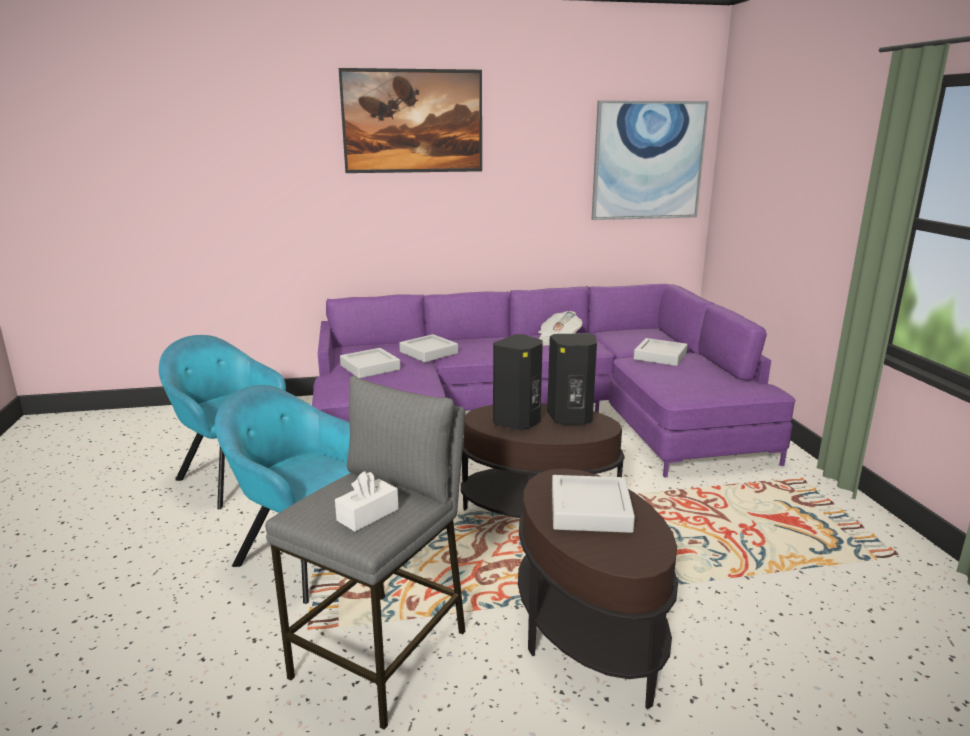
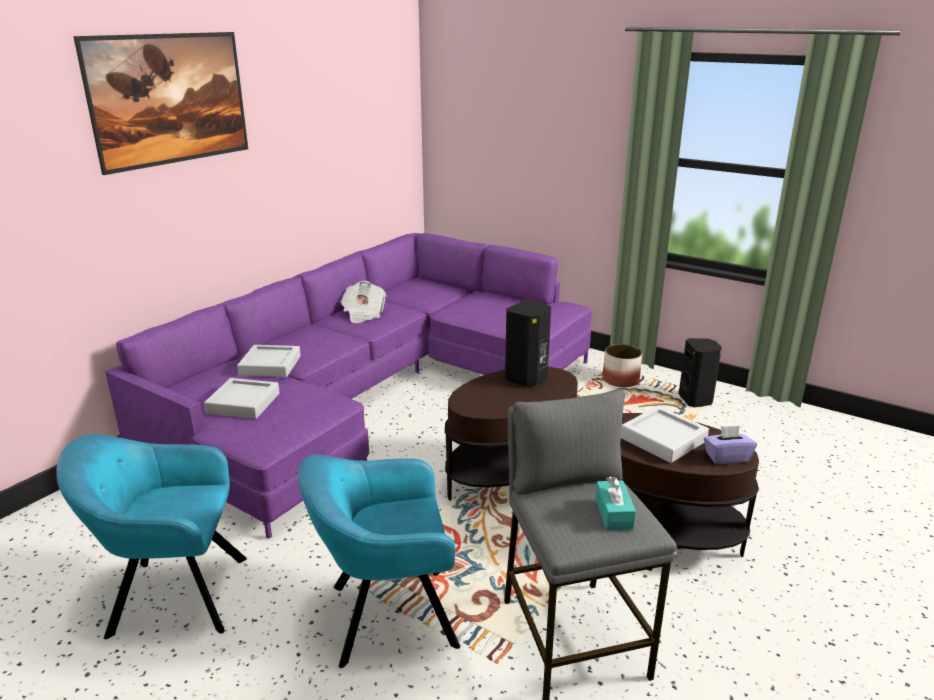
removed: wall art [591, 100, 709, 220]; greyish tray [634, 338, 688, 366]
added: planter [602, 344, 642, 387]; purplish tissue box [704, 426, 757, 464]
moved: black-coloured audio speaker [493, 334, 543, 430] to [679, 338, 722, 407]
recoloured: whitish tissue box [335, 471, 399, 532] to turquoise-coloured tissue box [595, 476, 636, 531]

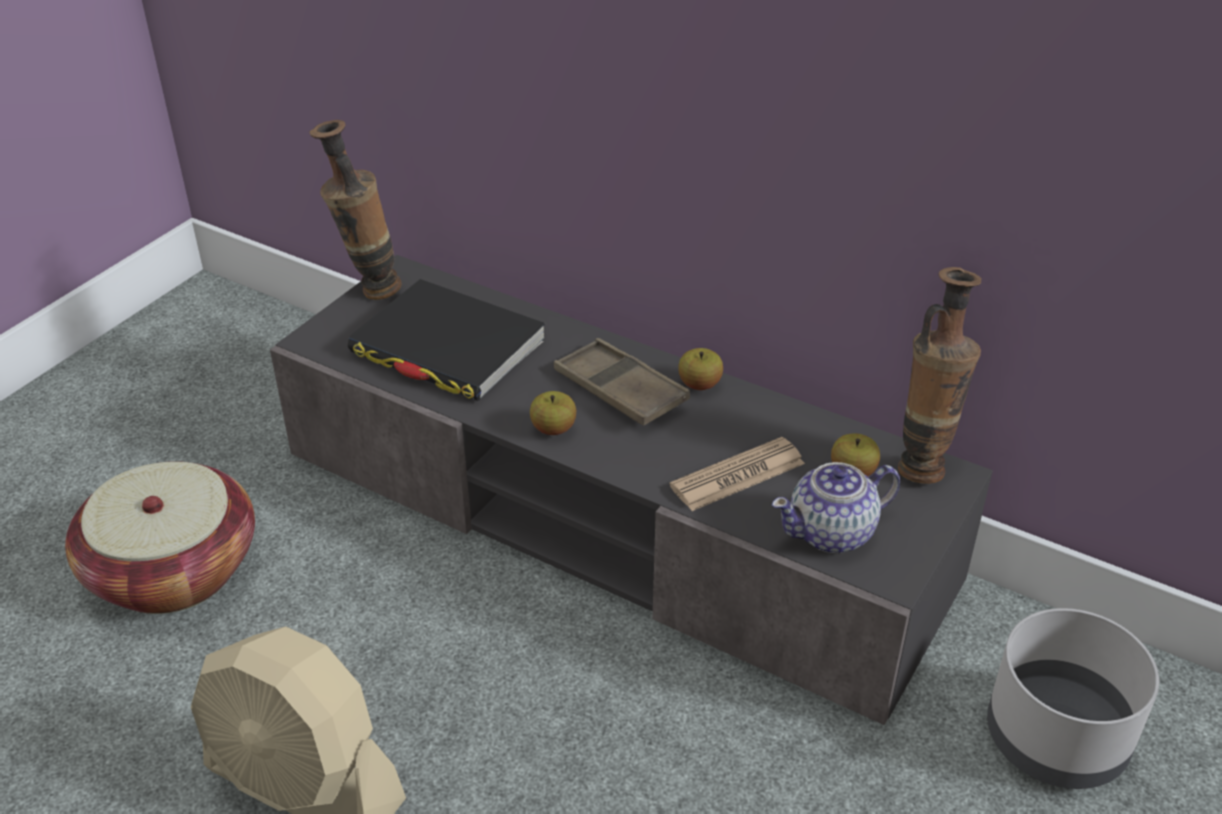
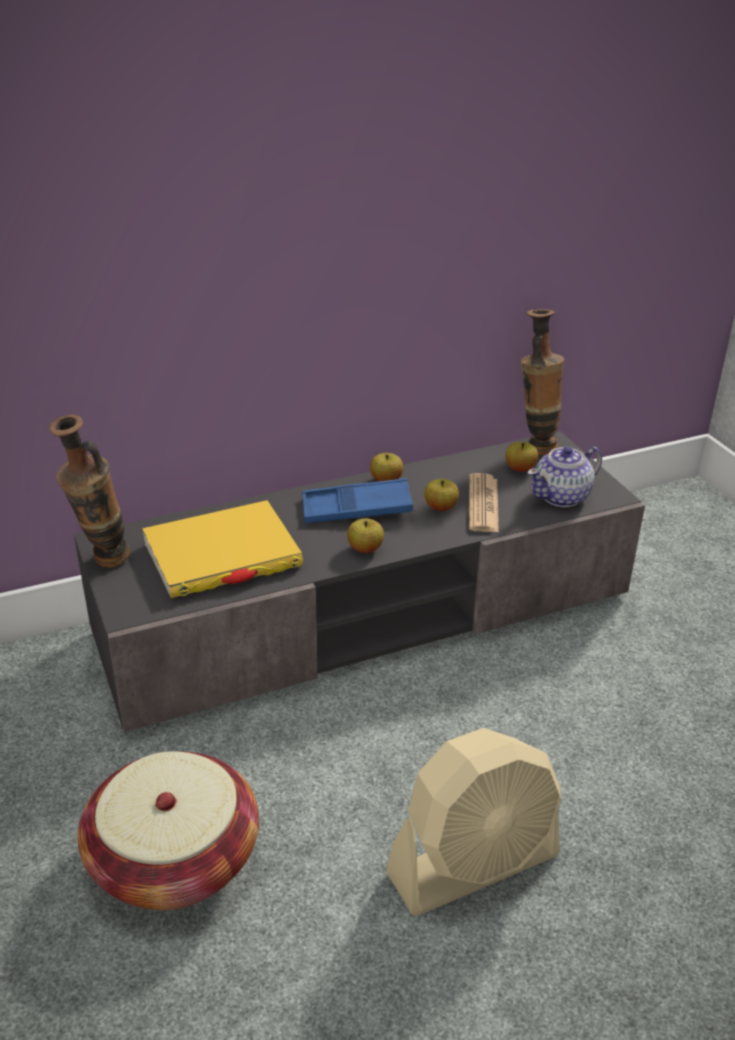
removed: greyish planter [987, 608, 1159, 789]
added: apple [425, 479, 459, 511]
recoloured: black-coloured volume [348, 279, 545, 401] to yellow volume [142, 500, 303, 598]; brown-coloured tray [554, 338, 690, 426] to blue-coloured tray [302, 478, 413, 523]
turned: teapot [772, 462, 900, 553] = [528, 446, 602, 507] 45 degrees clockwise

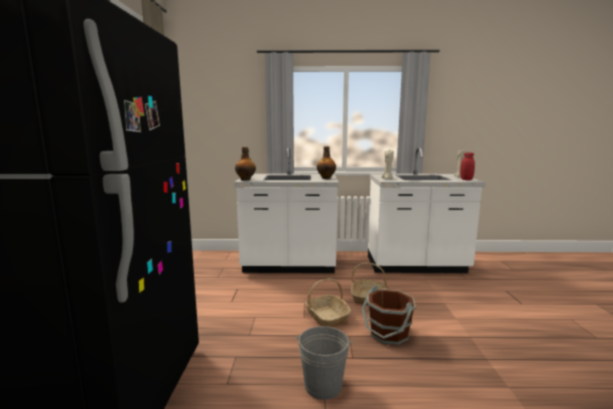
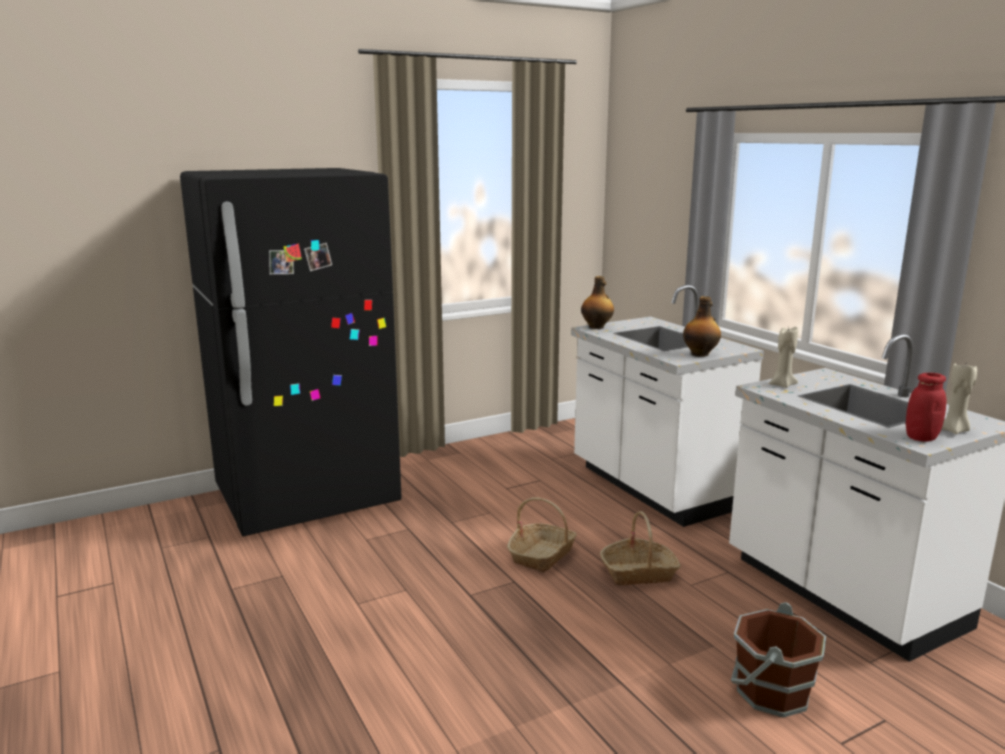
removed: greyish water bucket [295, 326, 353, 400]
moved: brown-coloured water bucket [362, 285, 416, 345] to [730, 602, 826, 718]

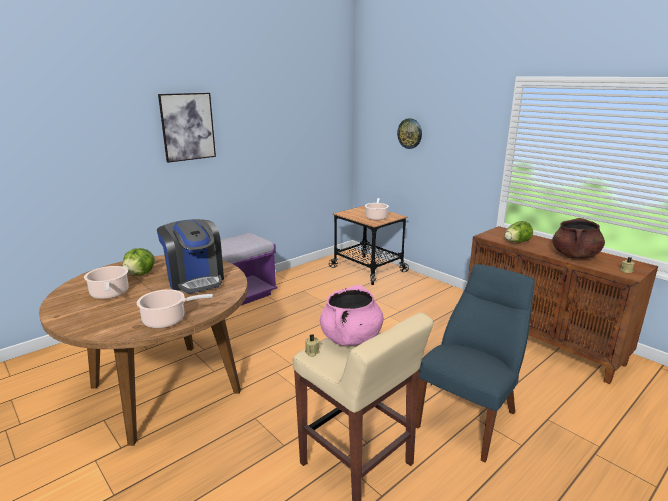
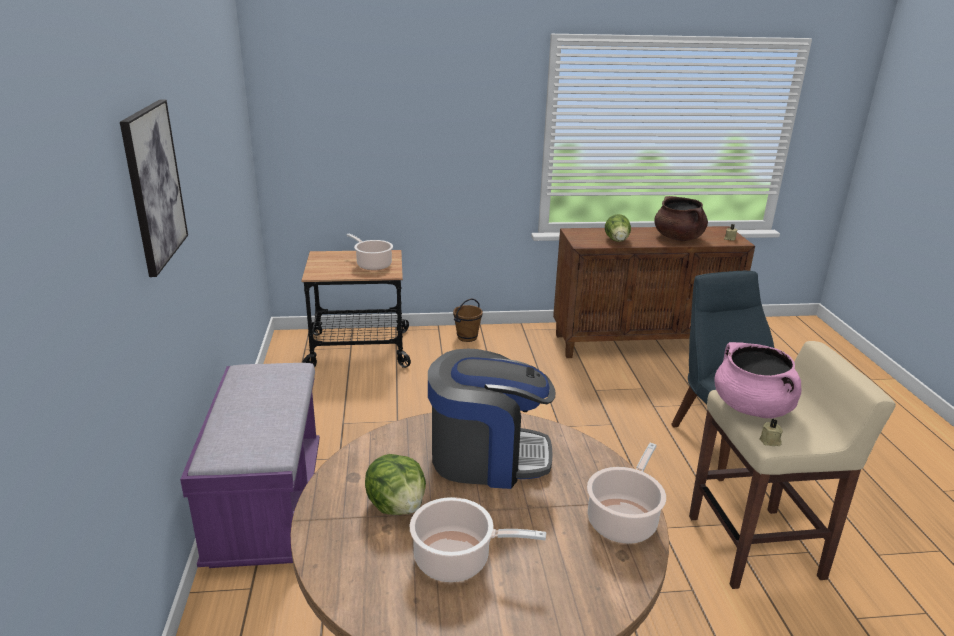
removed: wall clock [397, 118, 422, 149]
added: brown-coloured water bucket [453, 298, 483, 342]

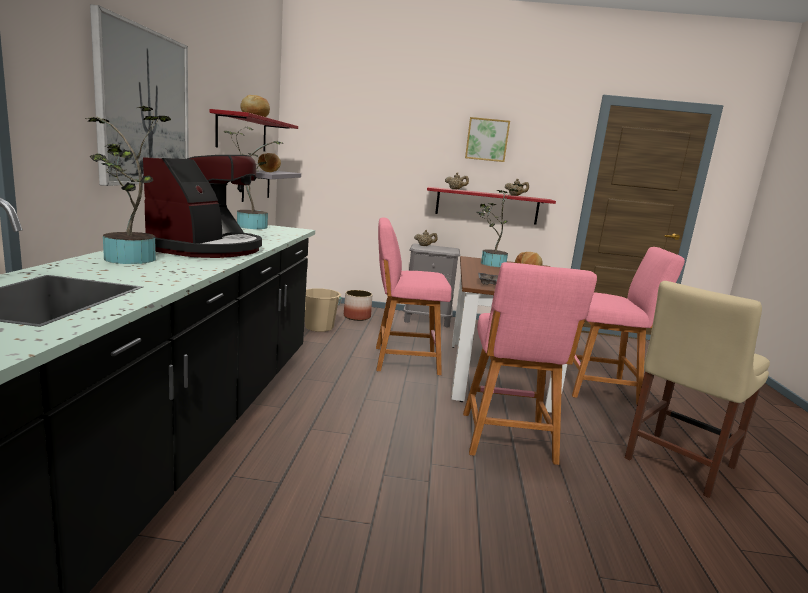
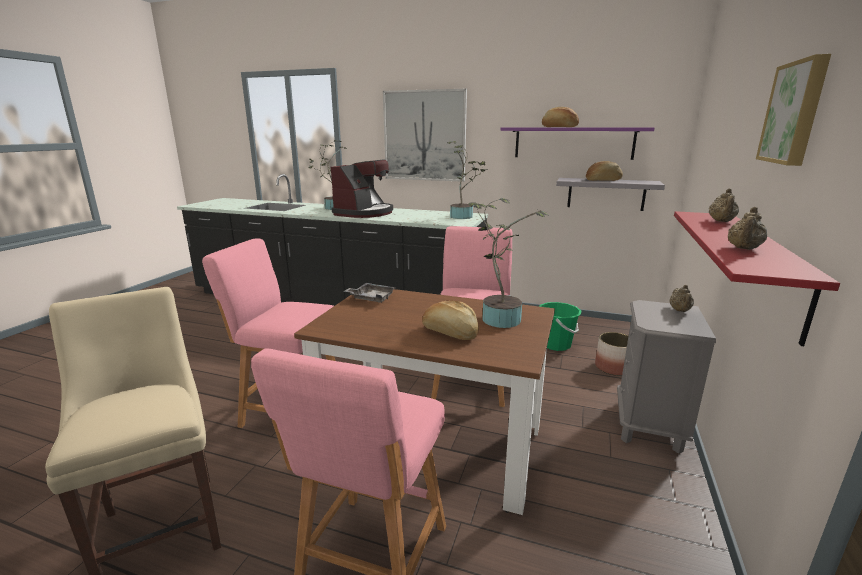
recoloured: red bracket shelf [210, 109, 298, 152] to purplish bracket shelf [500, 127, 654, 160]; beige water bucket [305, 288, 342, 332] to green water bucket [539, 302, 581, 351]
turned: coffee brewer [143, 155, 262, 258] = [331, 159, 393, 218] 90 degrees counterclockwise

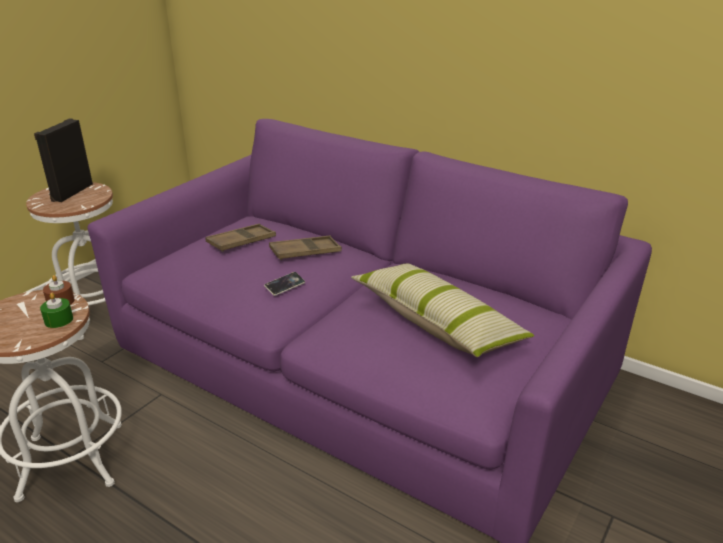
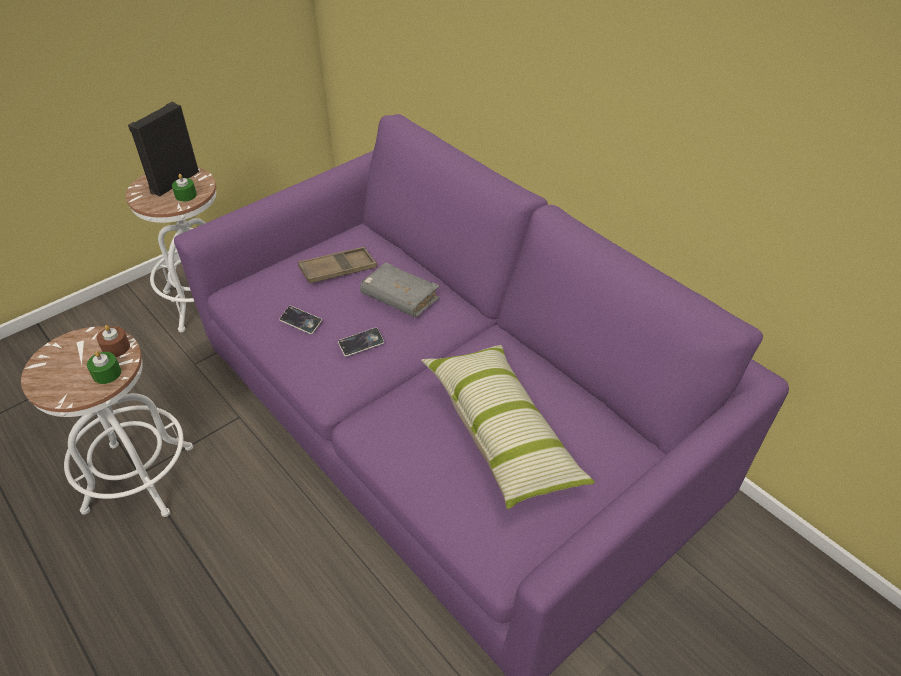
added: green wax light [172, 174, 197, 202]; phone [279, 306, 322, 334]
replaced: brown-coloured tray [269, 236, 342, 260] to greyish volume [360, 263, 440, 317]

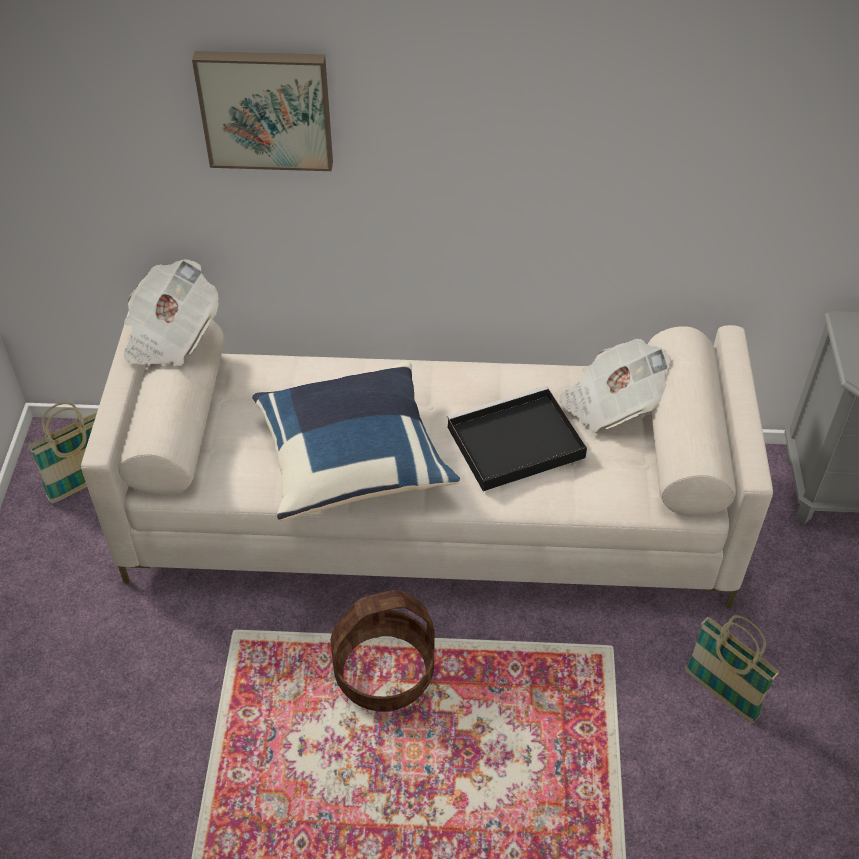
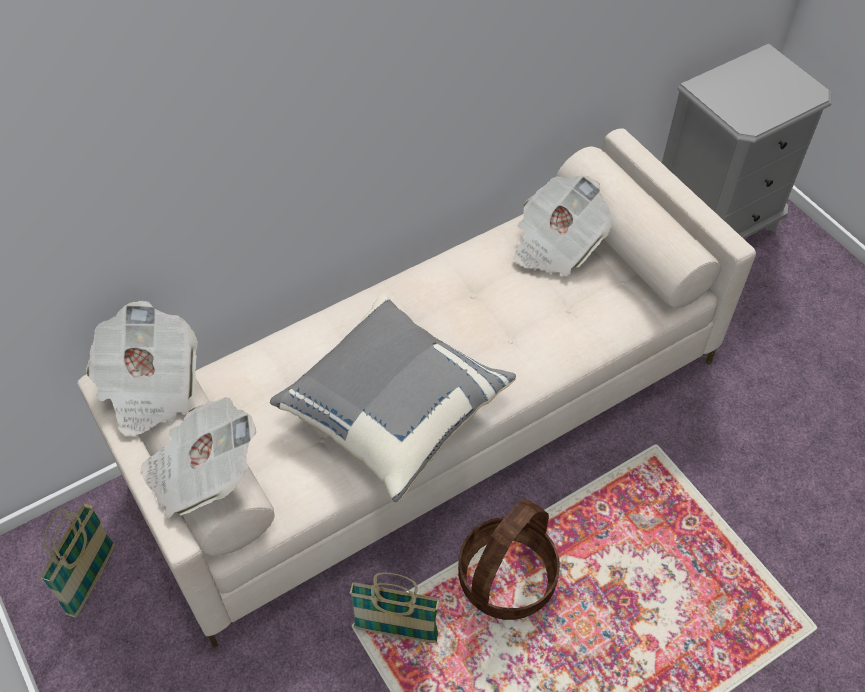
removed: wall art [192, 51, 333, 171]; black-coloured tray [447, 386, 587, 491]
added: newspaper [140, 397, 256, 519]
moved: basket [685, 615, 779, 723] to [350, 572, 440, 643]
recoloured: blue-coloured pillow [252, 361, 460, 521] to greyish pillow [270, 295, 516, 503]

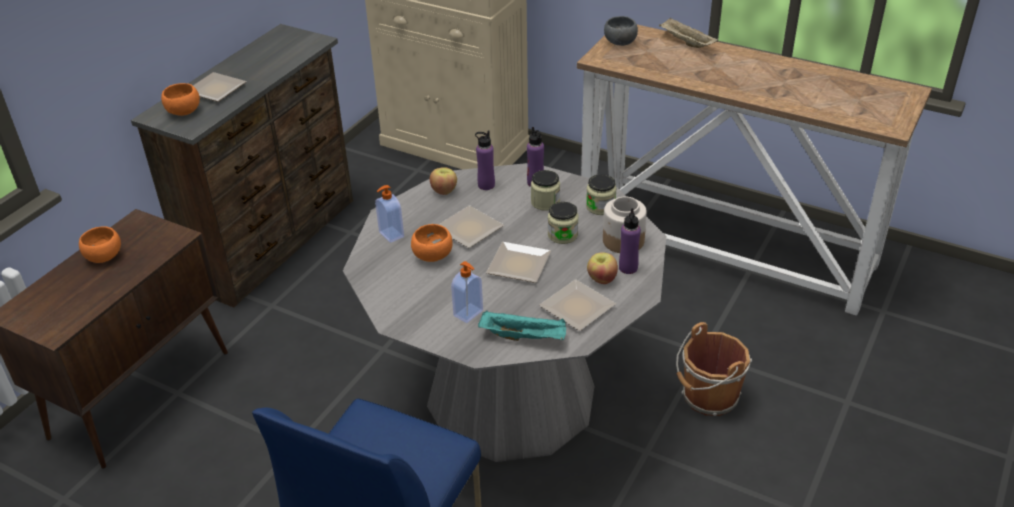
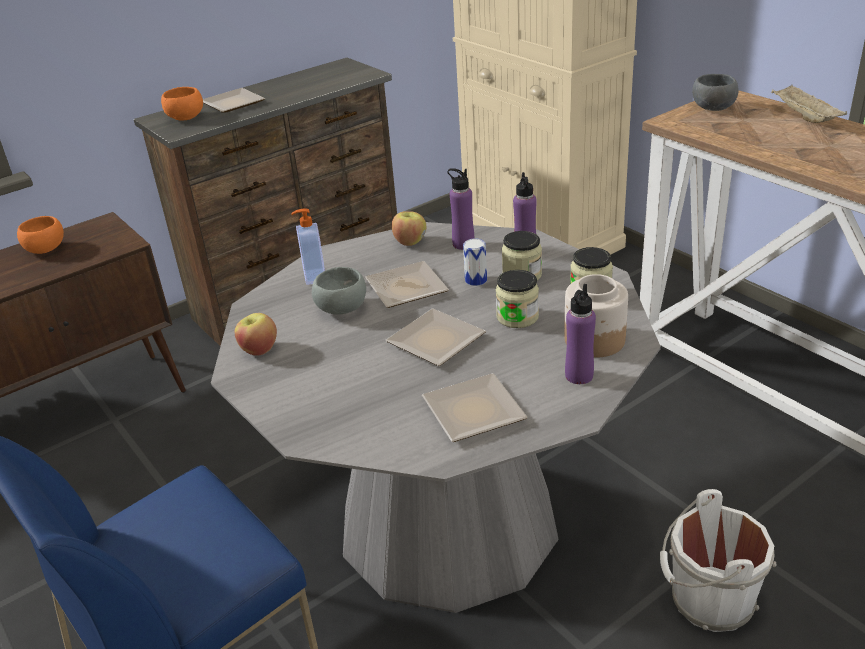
removed: liquid soap bottle [451, 261, 483, 323]; turquoise-coloured tray [478, 311, 566, 341]
added: metal can [463, 238, 487, 286]
moved: apple [587, 252, 618, 284] to [235, 313, 277, 356]
recoloured: orange bowl [411, 224, 453, 262] to greyish bowl [312, 267, 366, 315]; brown-coloured water bucket [676, 322, 752, 416] to whitish water bucket [660, 489, 776, 632]

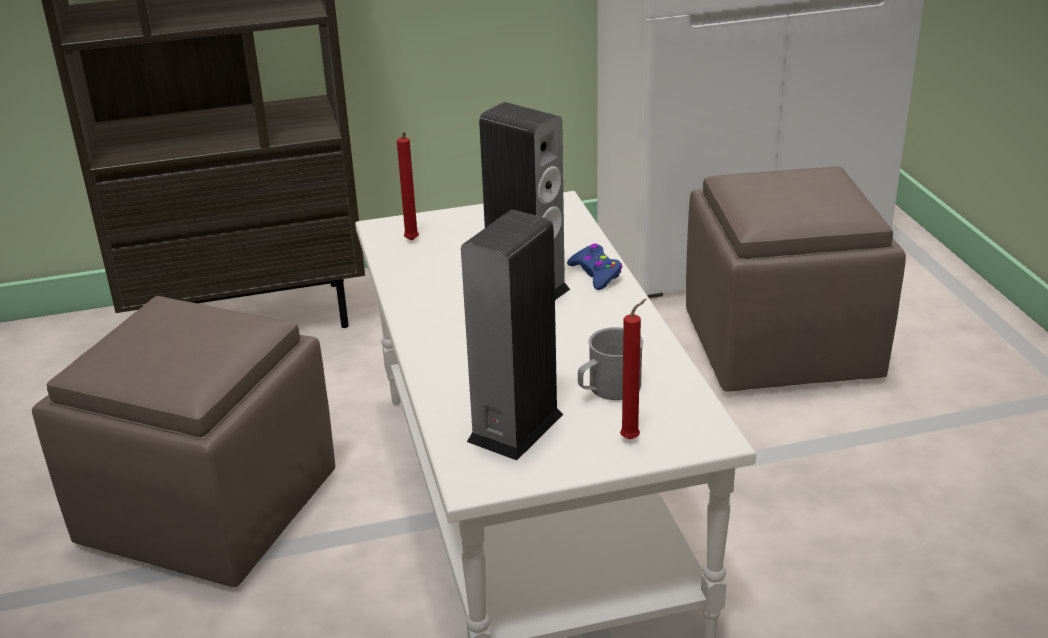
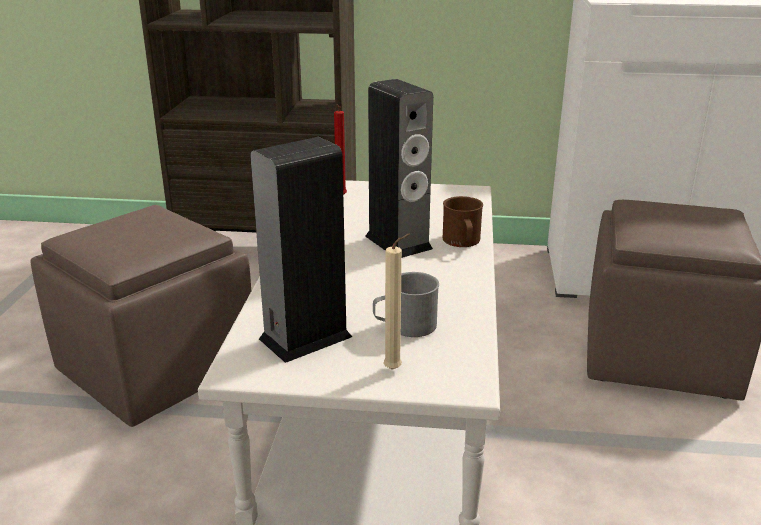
replaced: blue-coloured game controller [567, 244, 623, 290] to brown-coloured coffee mug [443, 196, 483, 247]
recoloured: red wax light [620, 299, 647, 439] to beige wax light [383, 233, 410, 370]

